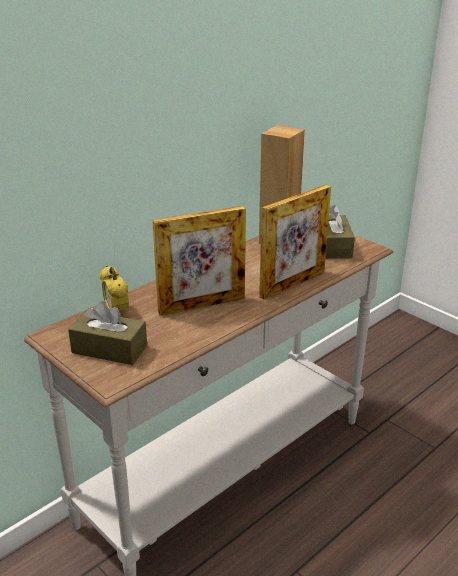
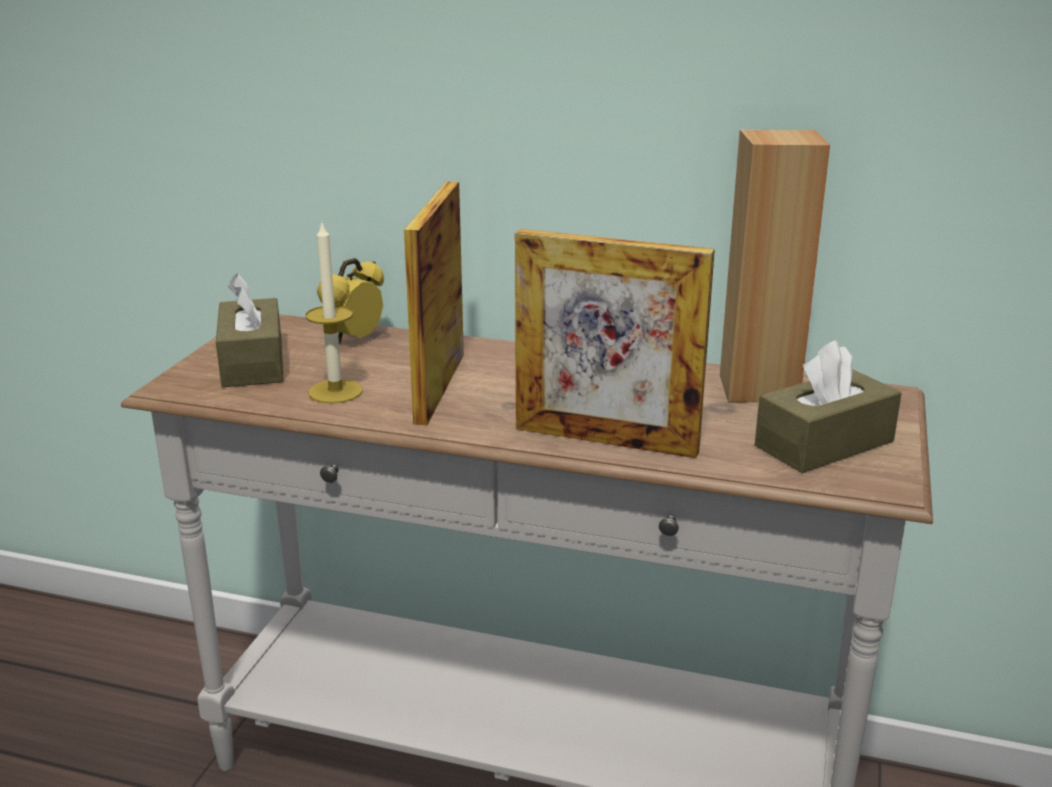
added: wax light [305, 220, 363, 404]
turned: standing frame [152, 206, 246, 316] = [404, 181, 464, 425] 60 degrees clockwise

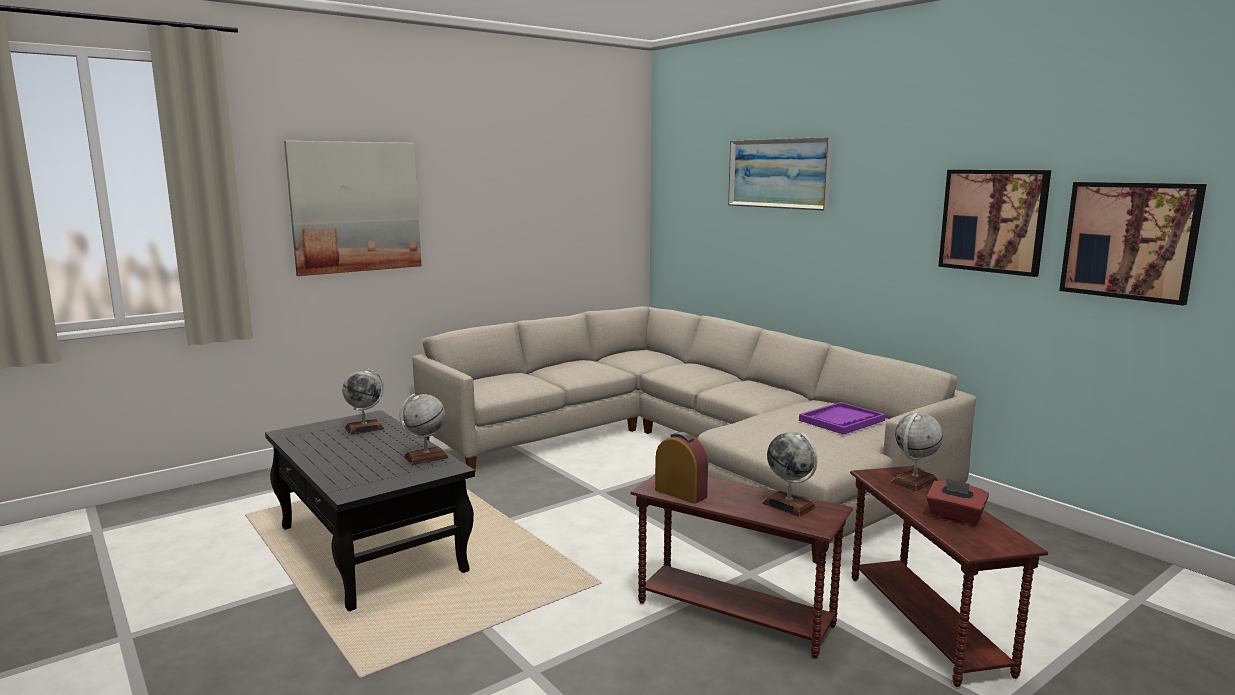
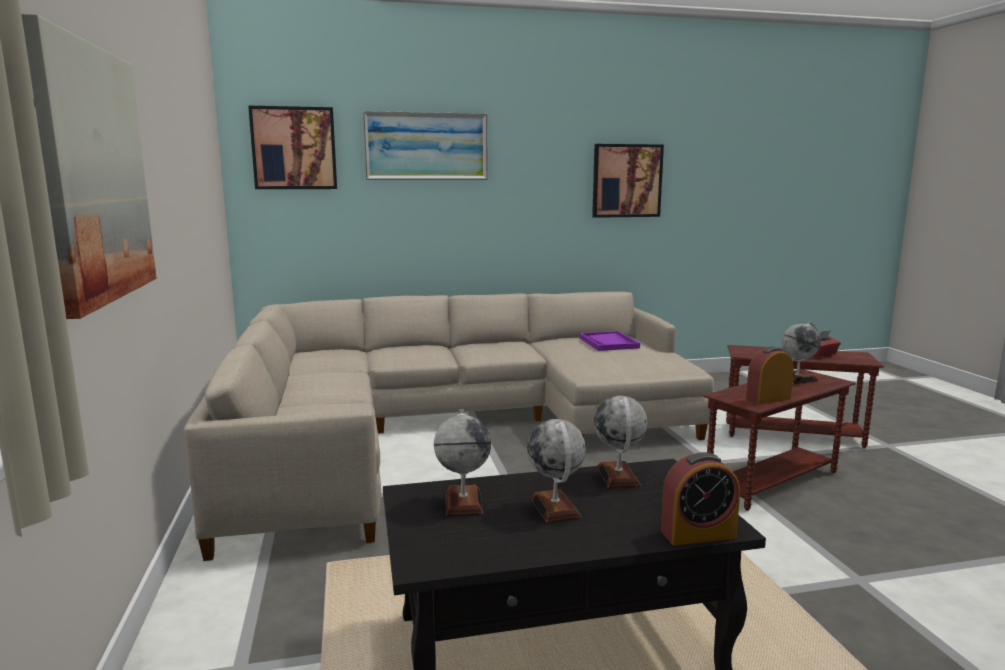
added: table clock [661, 452, 740, 546]
moved: wall art [1059, 182, 1207, 306] to [248, 106, 337, 189]; world globe [891, 413, 943, 491] to [527, 419, 586, 523]

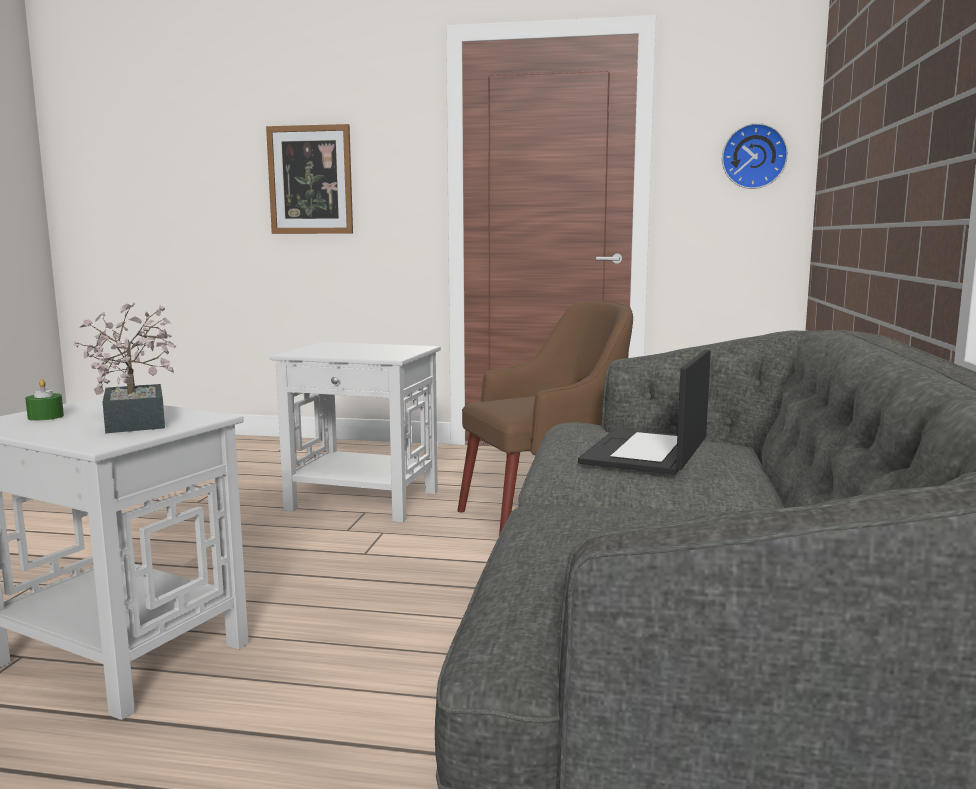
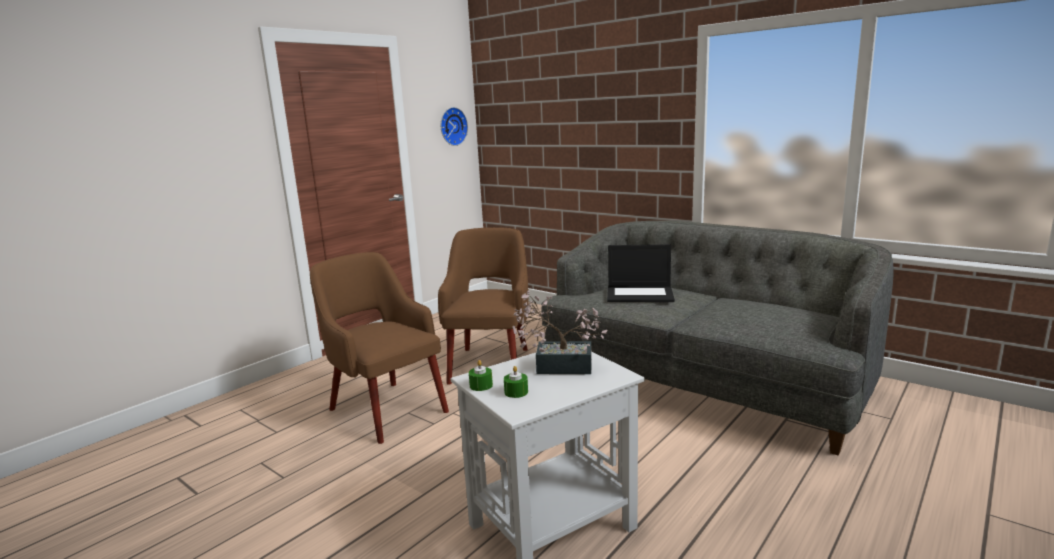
removed: wall art [266, 124, 353, 234]
added: green wax light [469, 360, 493, 391]
replaced: whitish end table [269, 342, 441, 523] to brown-coloured lounge chair [310, 252, 449, 444]
turned: portable computer [578, 349, 711, 475] = [607, 244, 675, 302] 45 degrees counterclockwise

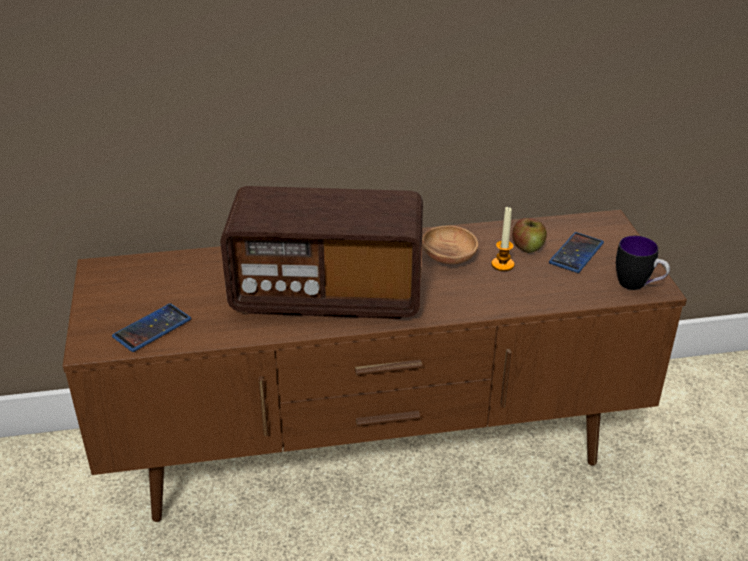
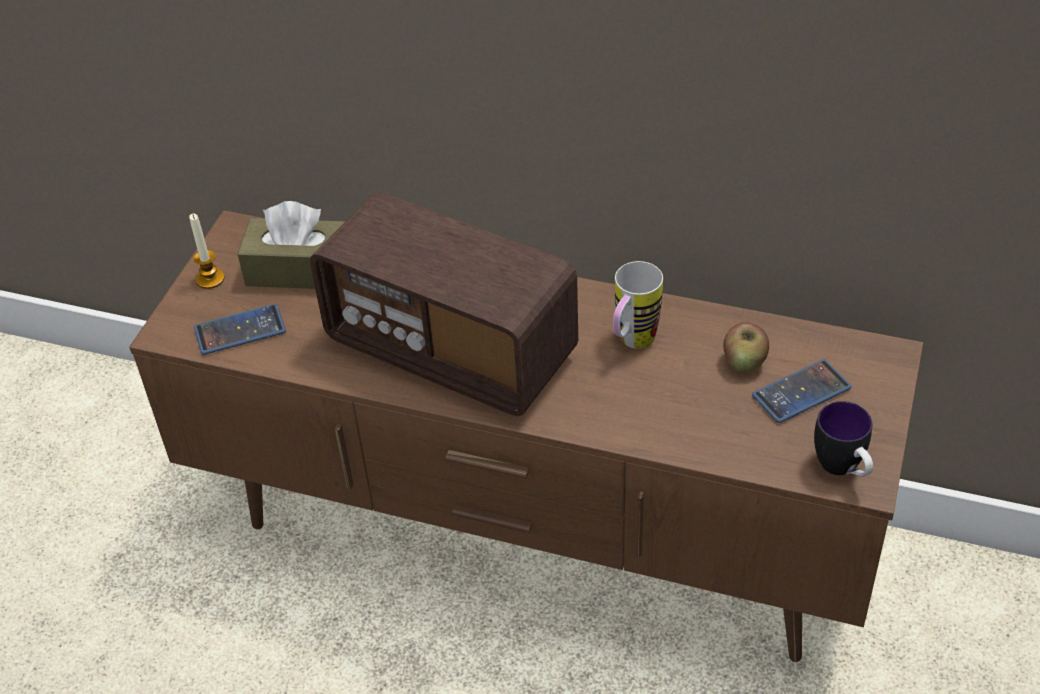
added: brown-coloured tissue box [237, 201, 346, 289]
moved: wax light [491, 207, 514, 271] to [189, 214, 225, 289]
replaced: brown-coloured bowl [422, 226, 478, 264] to coffee mug [613, 261, 663, 349]

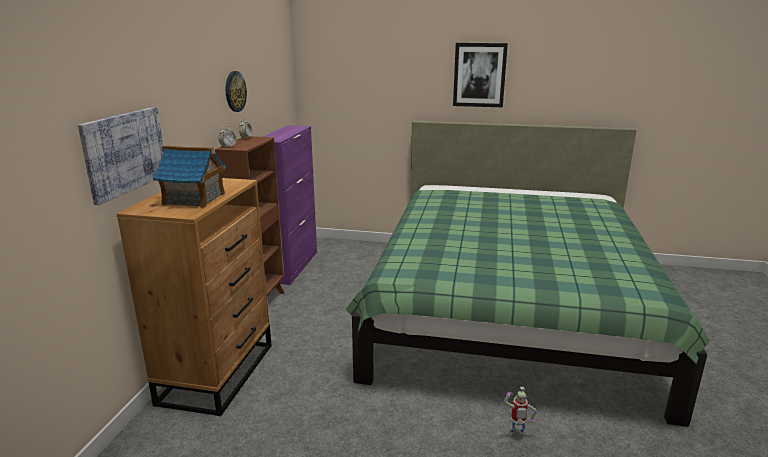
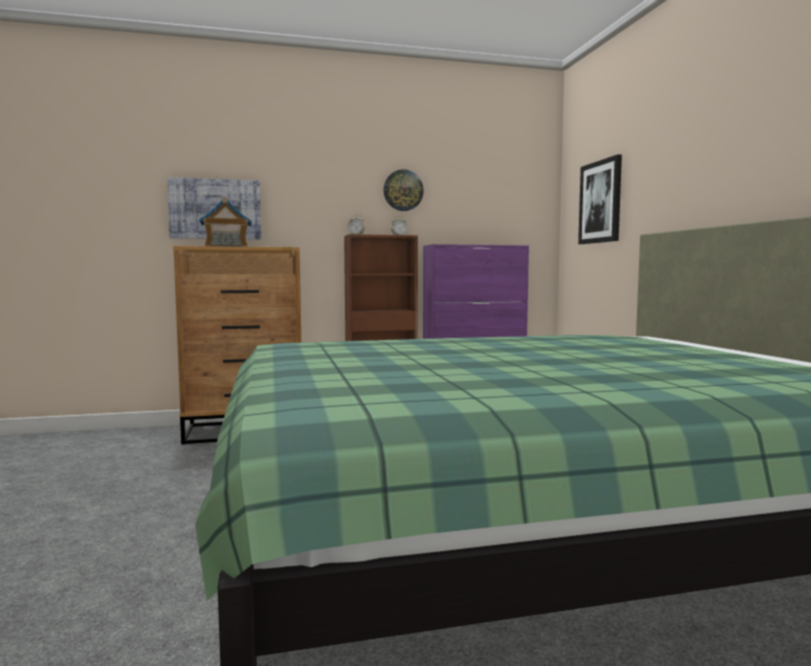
removed: toy robot [504, 387, 537, 435]
moved: wall art [453, 43, 508, 107] to [578, 154, 622, 244]

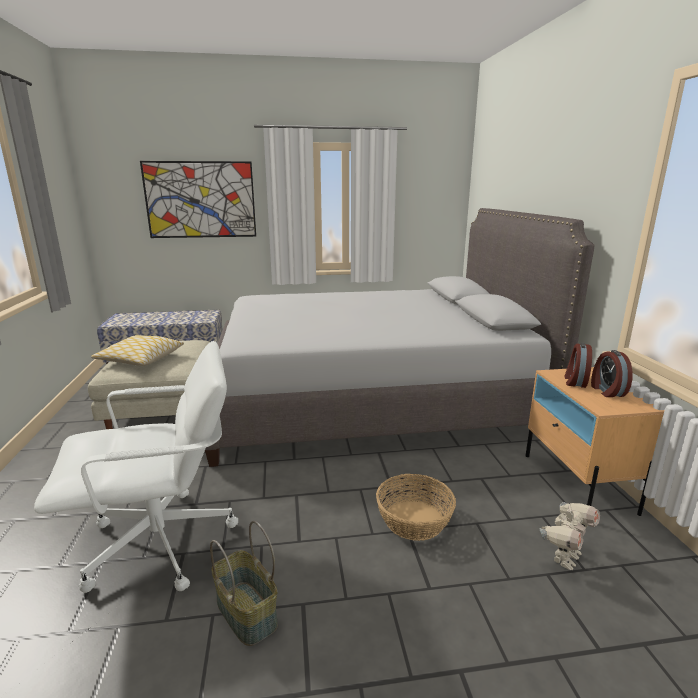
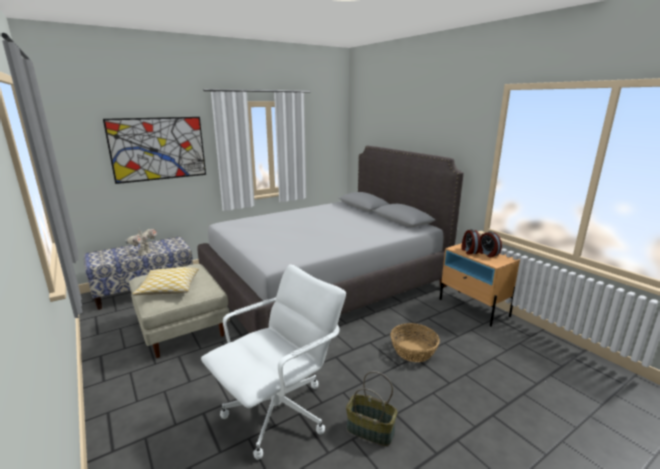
moved: toy robot [539, 502, 600, 570] to [125, 227, 157, 256]

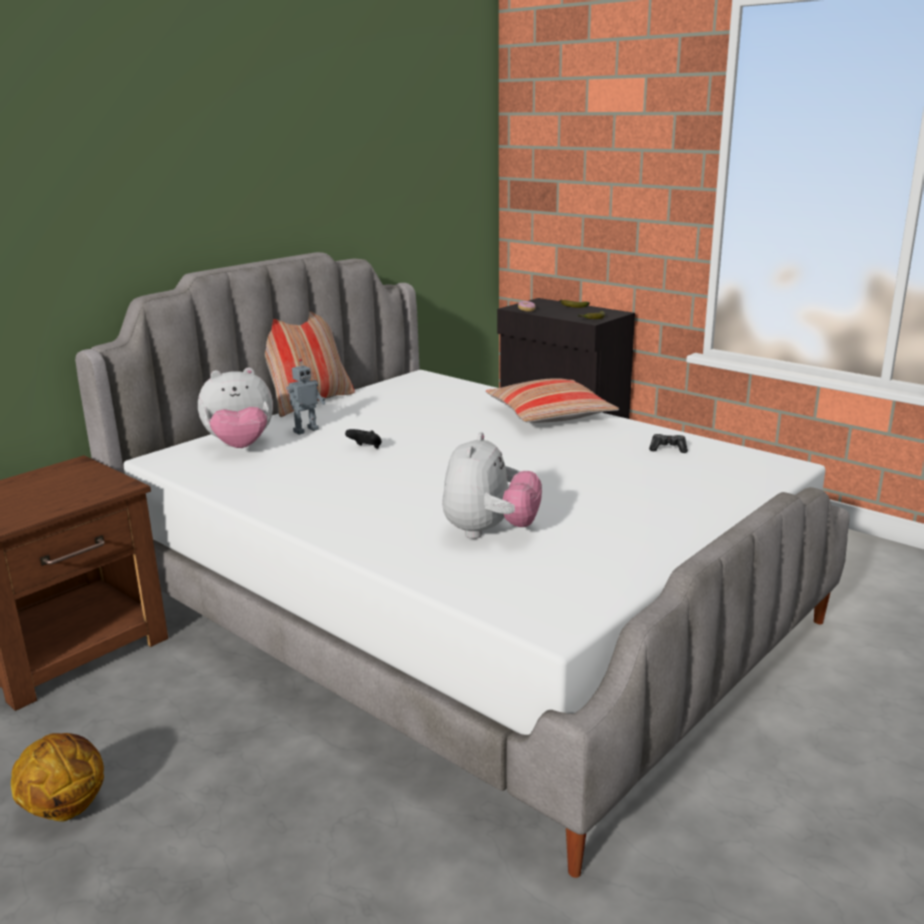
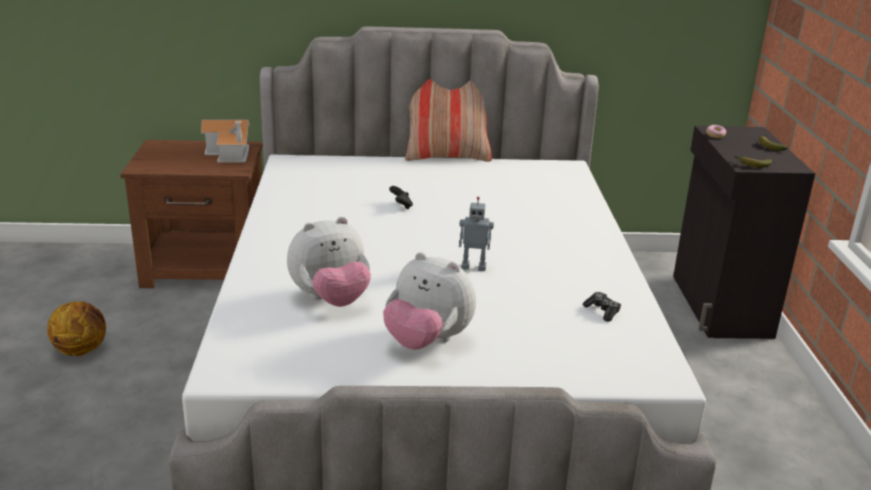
removed: pillow [486, 378, 619, 423]
added: model house [201, 120, 250, 163]
moved: toy robot [287, 359, 325, 435] to [459, 197, 494, 271]; soft toy [198, 367, 273, 448] to [383, 252, 476, 350]

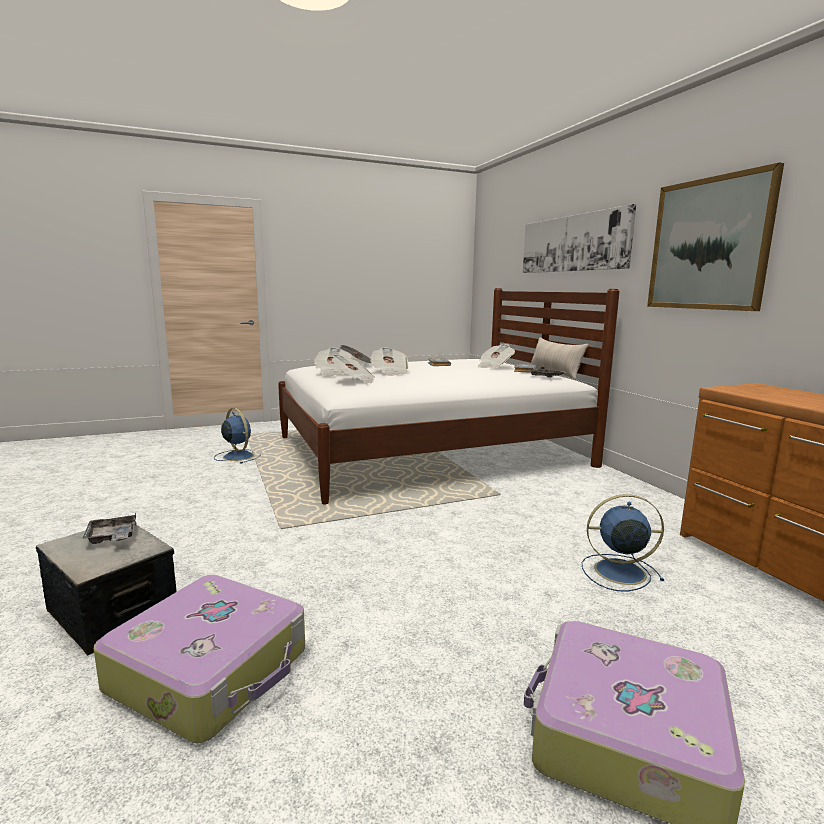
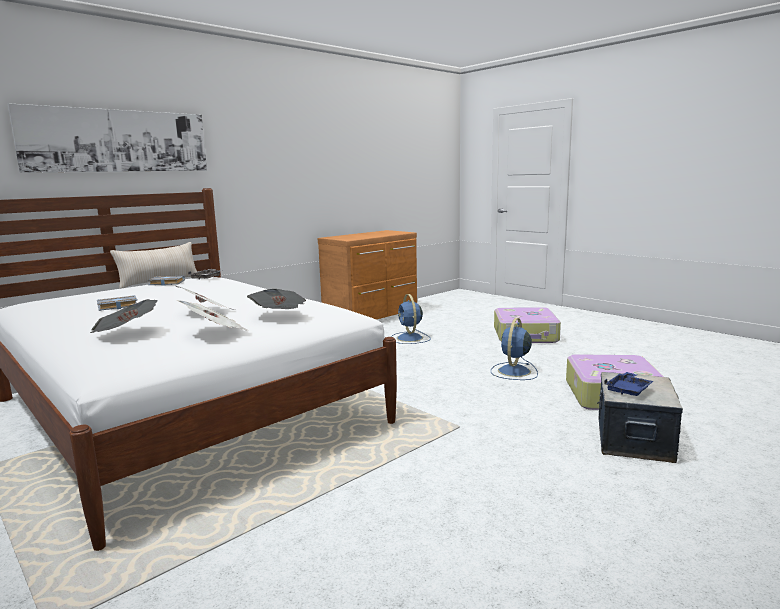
removed: wall art [647, 162, 784, 311]; newspaper [478, 344, 515, 368]
moved: blue-coloured cooling fan [214, 408, 258, 464] to [491, 318, 538, 380]
recoloured: greyish tray [82, 512, 136, 544] to blue-coloured tray [604, 372, 654, 396]

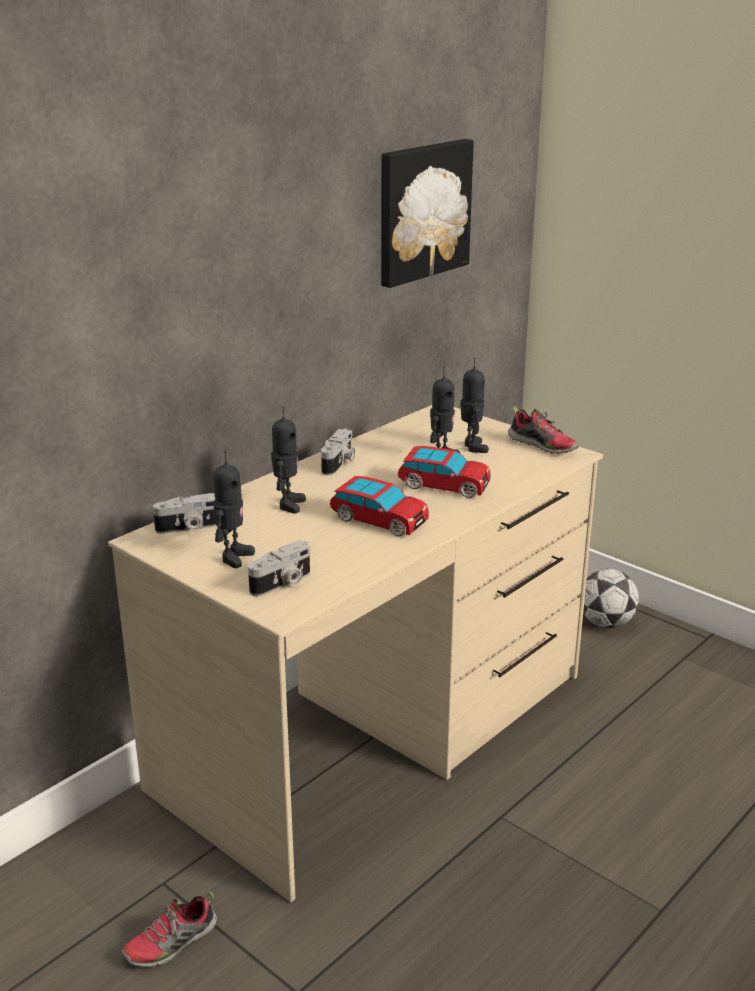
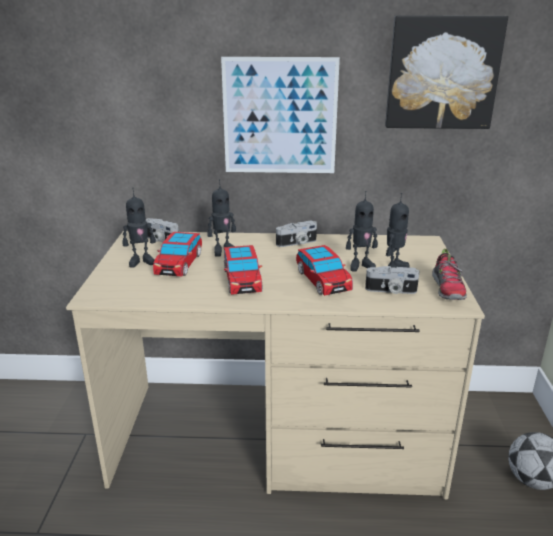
removed: item of footwear [121, 892, 217, 968]
added: wall art [221, 57, 340, 173]; miniature car [153, 232, 202, 277]
moved: photo camera [248, 541, 311, 596] to [365, 266, 419, 294]

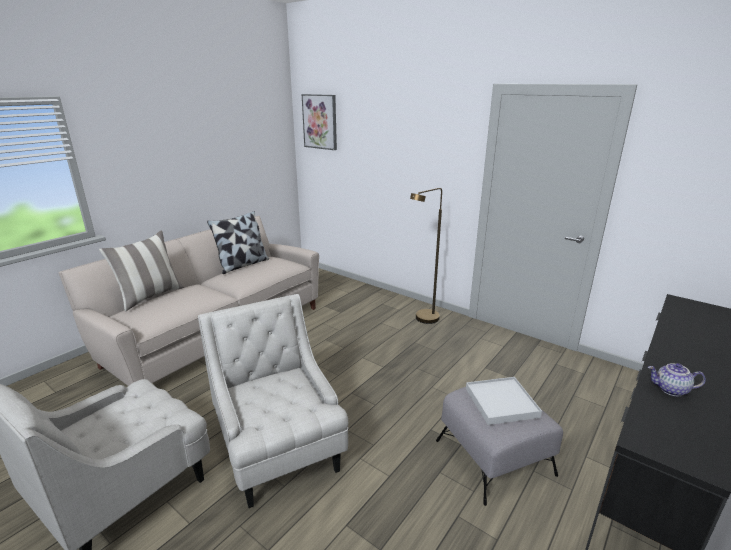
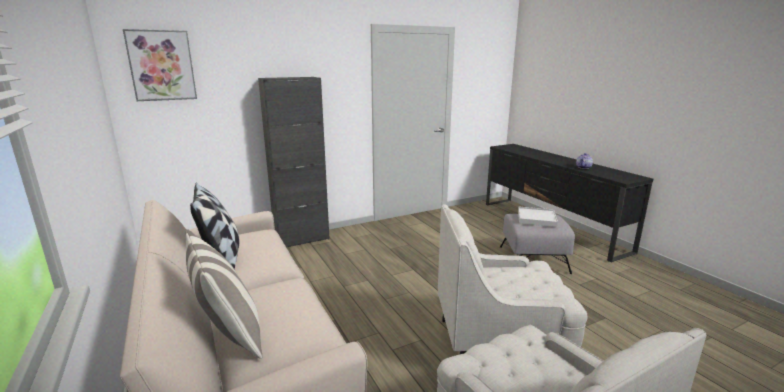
removed: brown-coloured standing lamp [410, 188, 442, 324]
added: black-coloured cabinet [258, 77, 330, 247]

